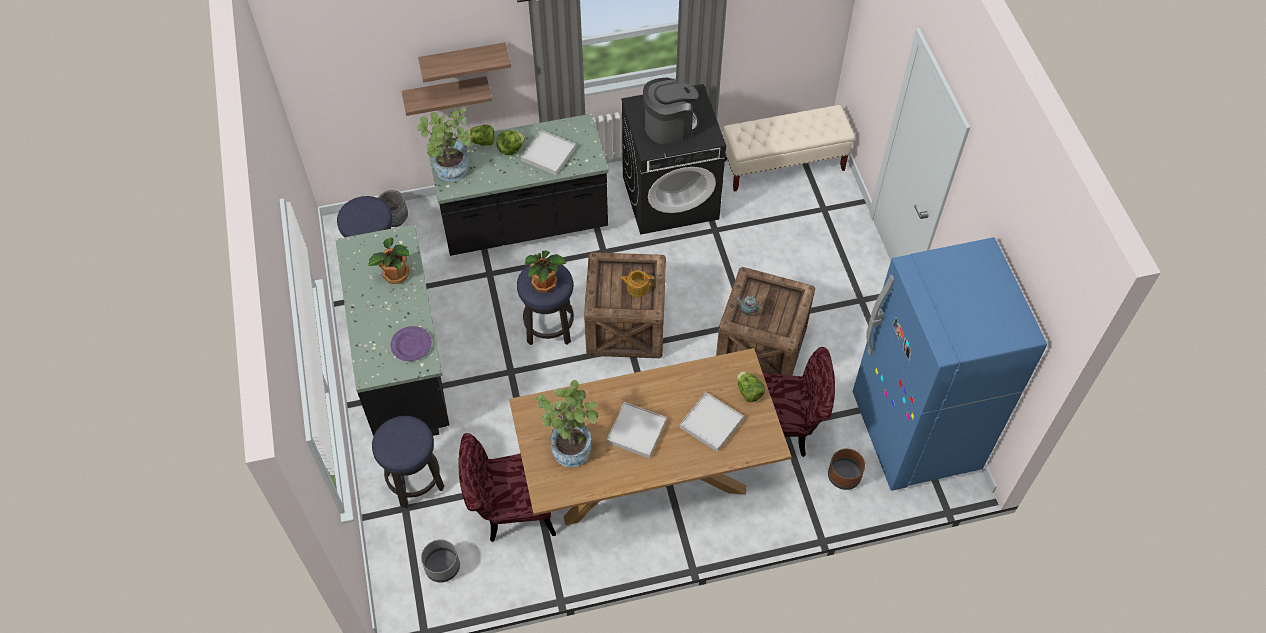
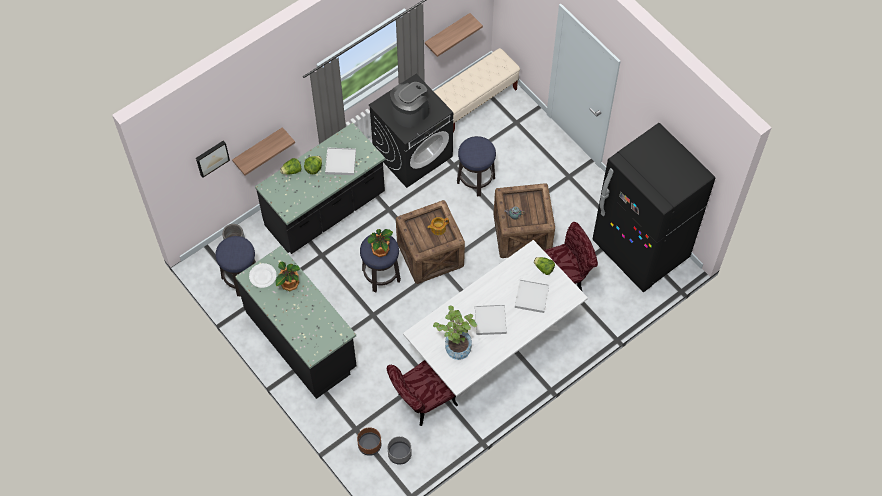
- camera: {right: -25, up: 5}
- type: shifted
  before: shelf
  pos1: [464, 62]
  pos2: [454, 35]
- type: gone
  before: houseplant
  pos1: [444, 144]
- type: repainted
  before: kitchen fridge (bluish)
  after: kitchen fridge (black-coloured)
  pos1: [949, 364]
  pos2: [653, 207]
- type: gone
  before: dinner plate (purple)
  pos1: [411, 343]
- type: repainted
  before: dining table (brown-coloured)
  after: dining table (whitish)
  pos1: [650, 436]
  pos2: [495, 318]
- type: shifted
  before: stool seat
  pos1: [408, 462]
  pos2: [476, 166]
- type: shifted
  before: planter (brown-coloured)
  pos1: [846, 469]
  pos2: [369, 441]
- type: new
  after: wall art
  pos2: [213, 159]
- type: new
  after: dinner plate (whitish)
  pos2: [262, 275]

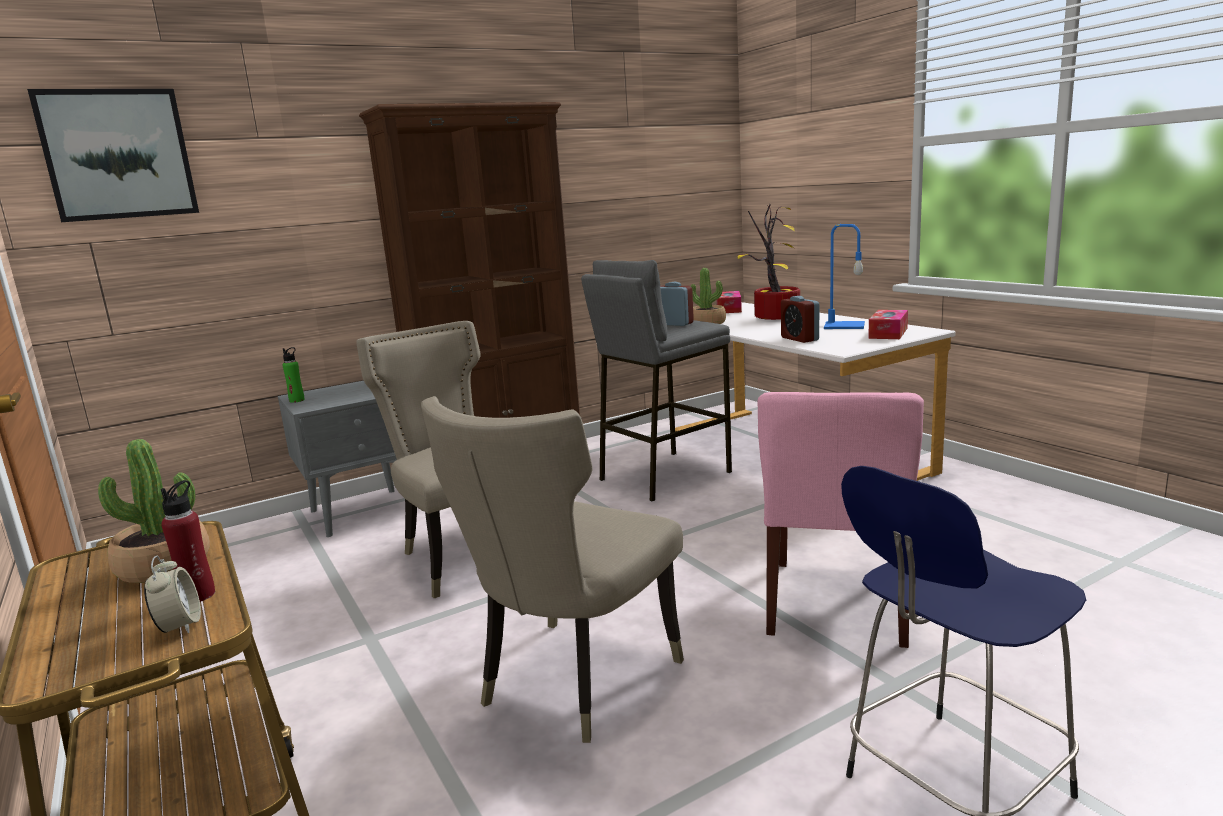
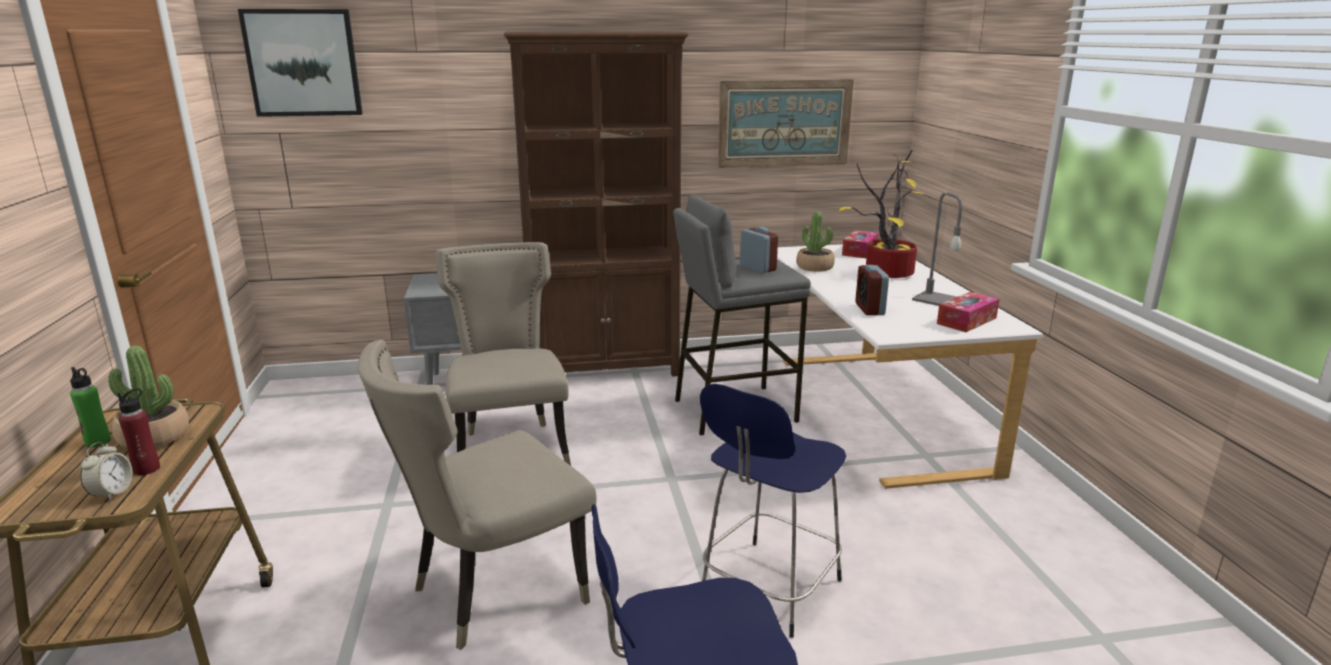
- camera: {right: 20, up: 5}
- type: repainted
  before: tabletop lamp (bluish)
  after: tabletop lamp (grey)
  pos1: [844, 276]
  pos2: [937, 249]
- type: shifted
  before: drink bottle (greenish)
  pos1: [294, 375]
  pos2: [90, 407]
- type: swapped
  before: upright chair (pinkish)
  after: stool seat (bluish)
  pos1: [840, 520]
  pos2: [773, 511]
- type: new
  after: wall art
  pos2: [786, 123]

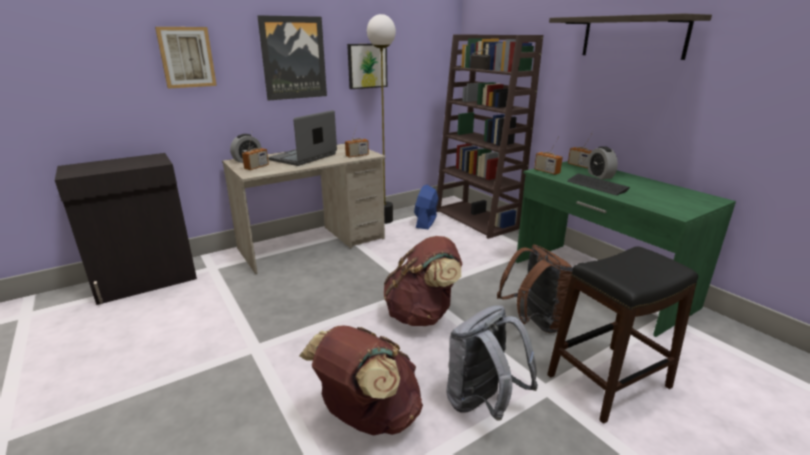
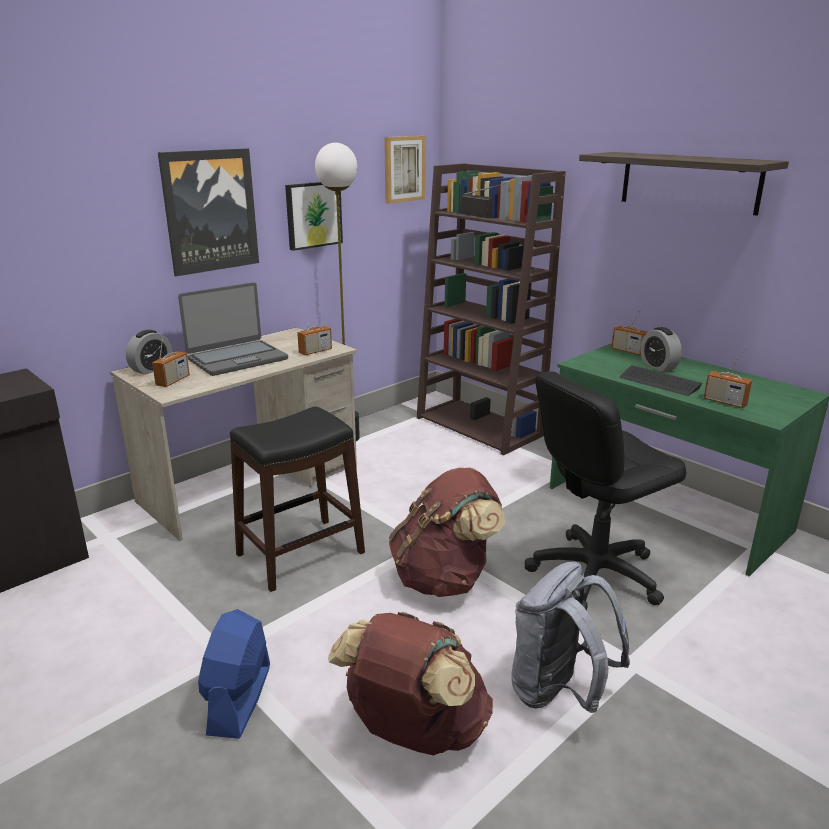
- camera: {right: -10, up: 0}
- type: shifted
  before: wall art
  pos1: [186, 58]
  pos2: [404, 170]
- type: rotated
  before: portable computer
  pos1: [302, 138]
  pos2: [233, 329]
  turn: -150
- type: shifted
  before: radio
  pos1: [548, 155]
  pos2: [728, 378]
- type: shifted
  before: cooling fan (bluish)
  pos1: [426, 207]
  pos2: [234, 674]
- type: swapped
  before: knapsack (brown-coloured)
  after: computer chair (black-coloured)
  pos1: [535, 288]
  pos2: [605, 490]
- type: shifted
  before: stool seat (black-coloured)
  pos1: [622, 335]
  pos2: [297, 499]

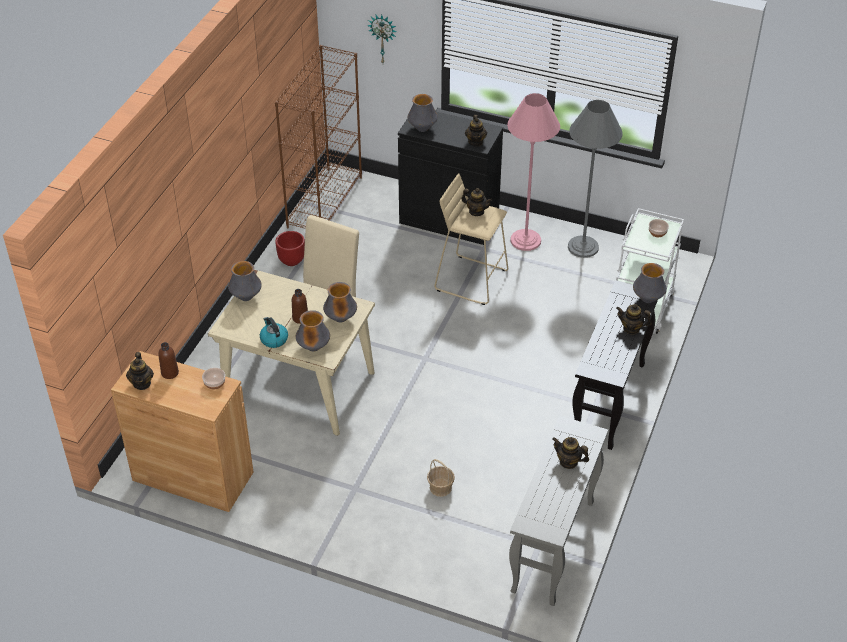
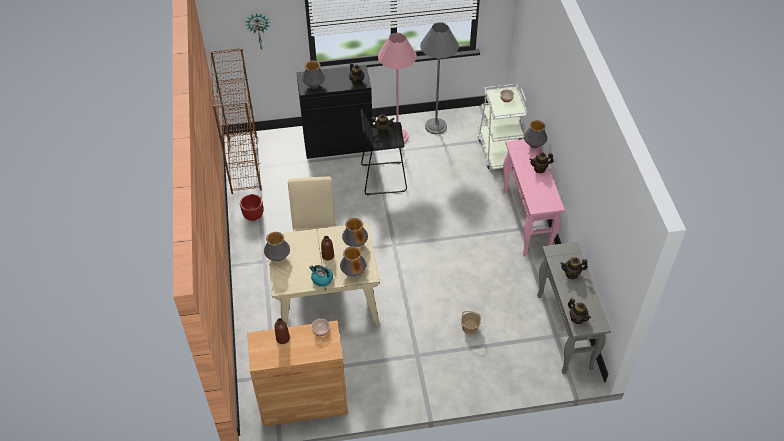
- camera: {right: -30, up: 5}
- type: repainted
  before: stool seat (beige)
  after: stool seat (black-coloured)
  pos1: [471, 239]
  pos2: [384, 152]
- type: repainted
  before: narrow table (black-coloured)
  after: narrow table (pinkish)
  pos1: [615, 365]
  pos2: [534, 197]
- type: shifted
  before: pot for tea
  pos1: [140, 371]
  pos2: [579, 311]

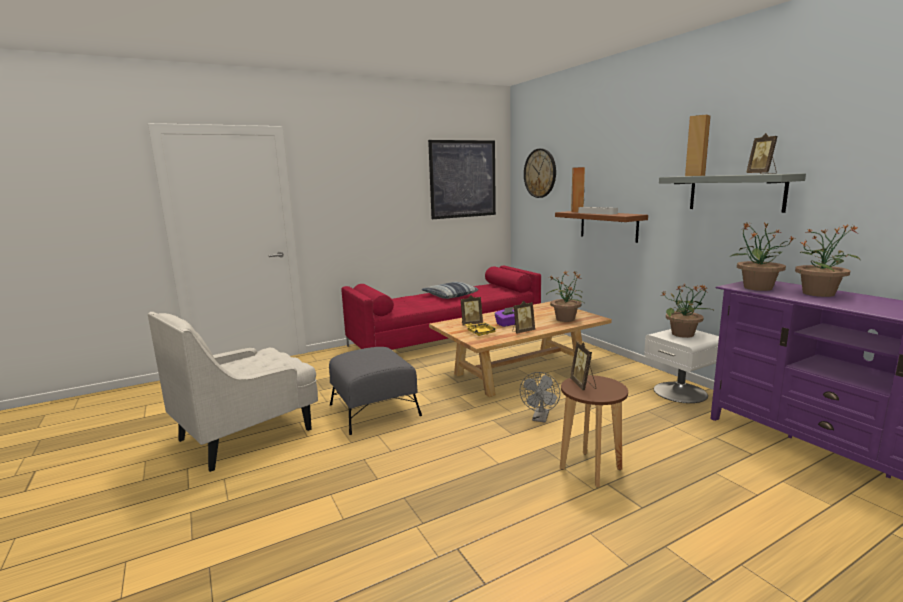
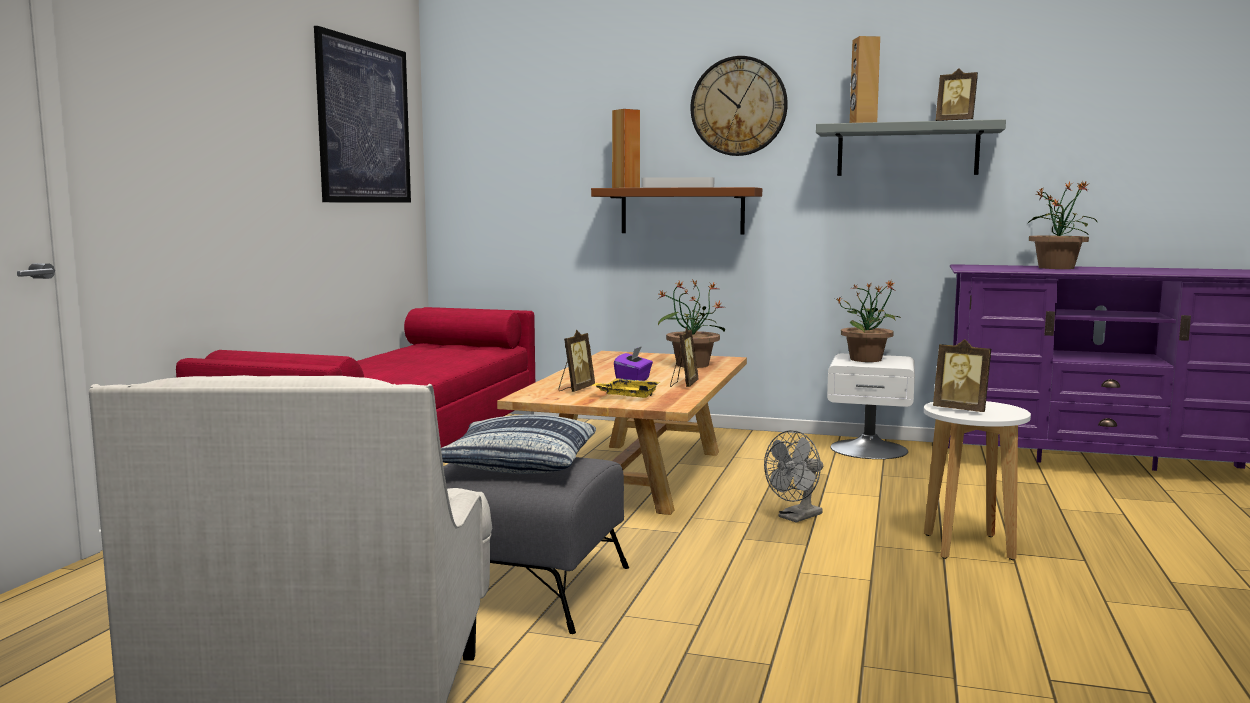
- camera: {right: -45, up: -5}
- type: shifted
  before: hanging clock
  pos1: [540, 173]
  pos2: [739, 106]
- type: gone
  before: houseplant
  pos1: [763, 256]
- type: shifted
  before: cushion
  pos1: [450, 290]
  pos2: [518, 444]
- type: rotated
  before: cooling fan (grey)
  pos1: [540, 397]
  pos2: [793, 476]
  turn: 75
- type: repainted
  before: stool seat (brown-coloured)
  after: stool seat (whitish)
  pos1: [594, 431]
  pos2: [977, 480]

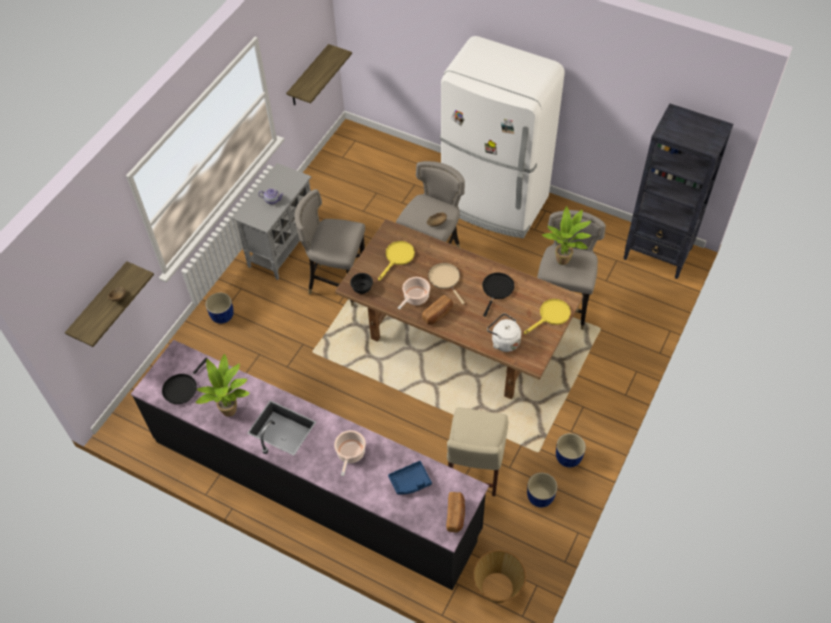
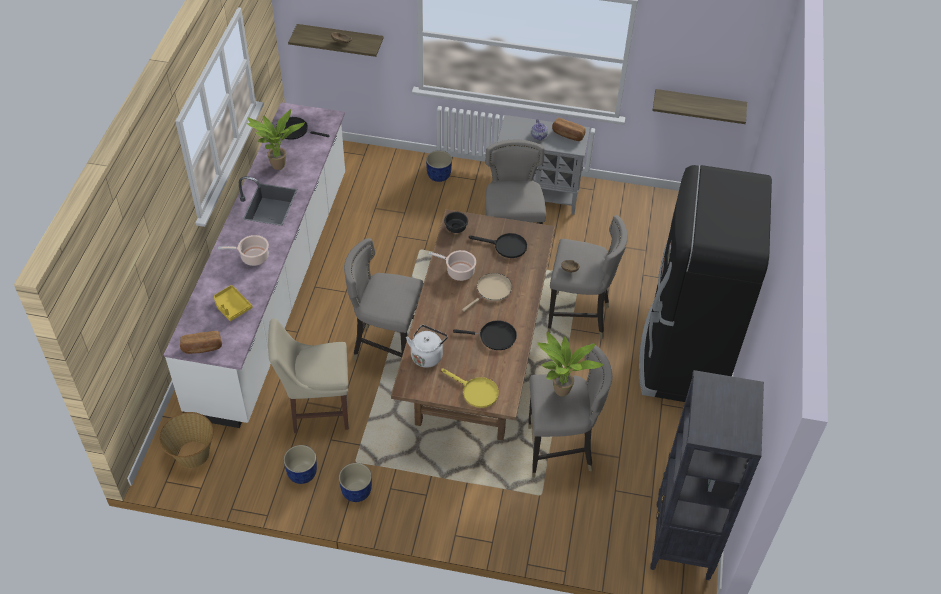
- camera: {right: 70, up: -5}
- type: repainted
  before: kitchen fridge (whitish)
  after: kitchen fridge (black-coloured)
  pos1: [502, 137]
  pos2: [705, 283]
- type: repainted
  before: skillet (yellow-coloured)
  after: skillet (black-coloured)
  pos1: [396, 261]
  pos2: [498, 245]
- type: shifted
  before: bread
  pos1: [437, 309]
  pos2: [569, 129]
- type: repainted
  before: counter (black-coloured)
  after: counter (whitish)
  pos1: [310, 465]
  pos2: [254, 265]
- type: repainted
  before: tray (bluish)
  after: tray (yellow-coloured)
  pos1: [410, 477]
  pos2: [233, 303]
- type: new
  after: stool seat (grey)
  pos2: [384, 299]

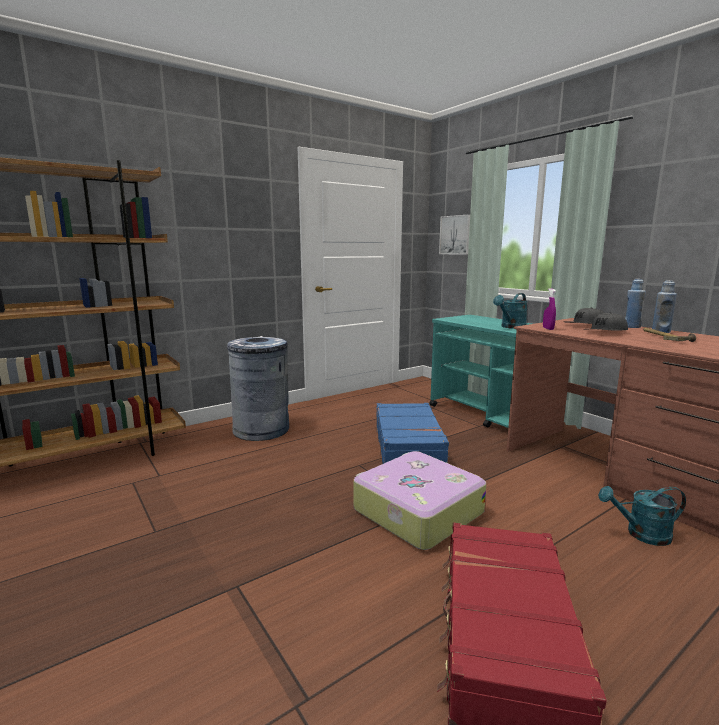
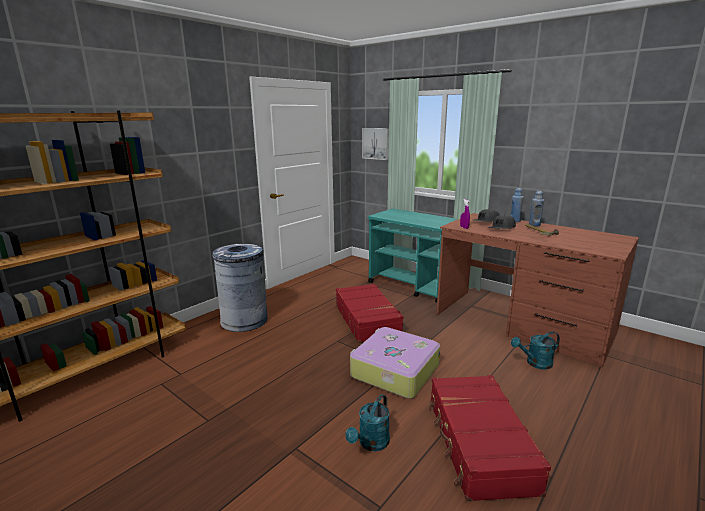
- camera: {right: -15, up: 5}
- type: shifted
  before: watering pot (turquoise)
  pos1: [510, 311]
  pos2: [367, 422]
- type: repainted
  before: travel case (bluish)
  after: travel case (red)
  pos1: [413, 433]
  pos2: [370, 313]

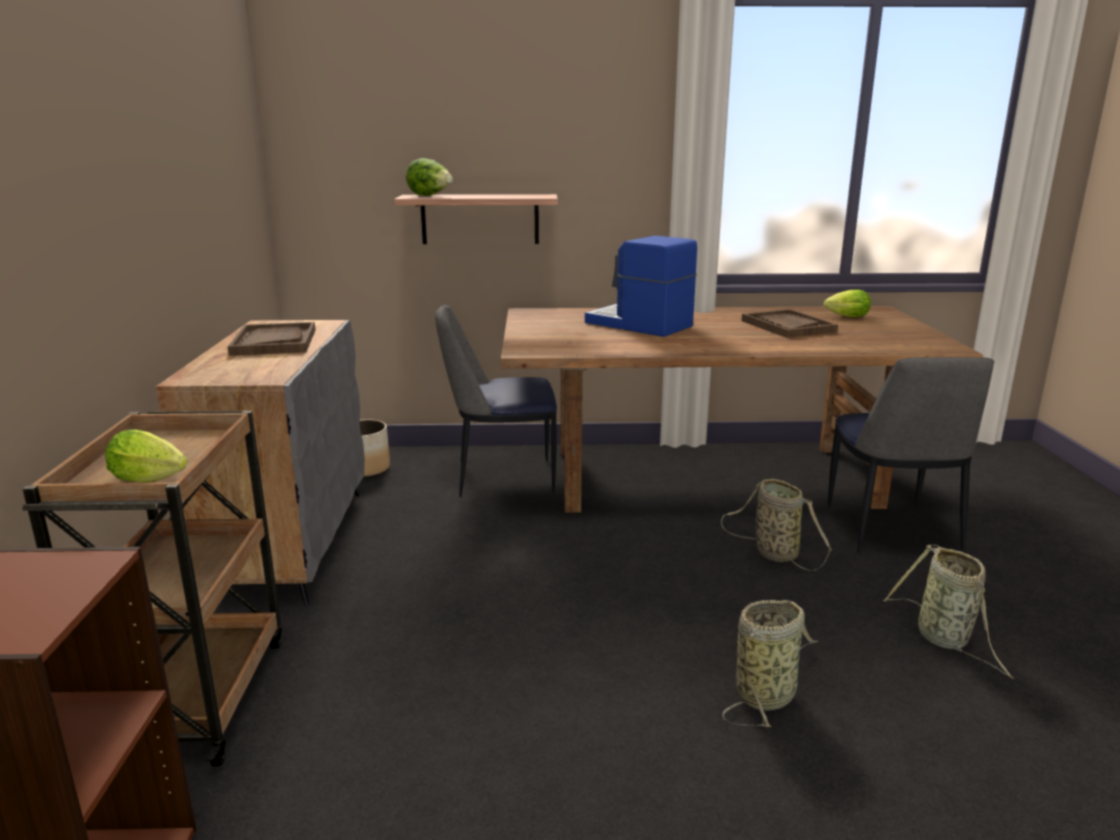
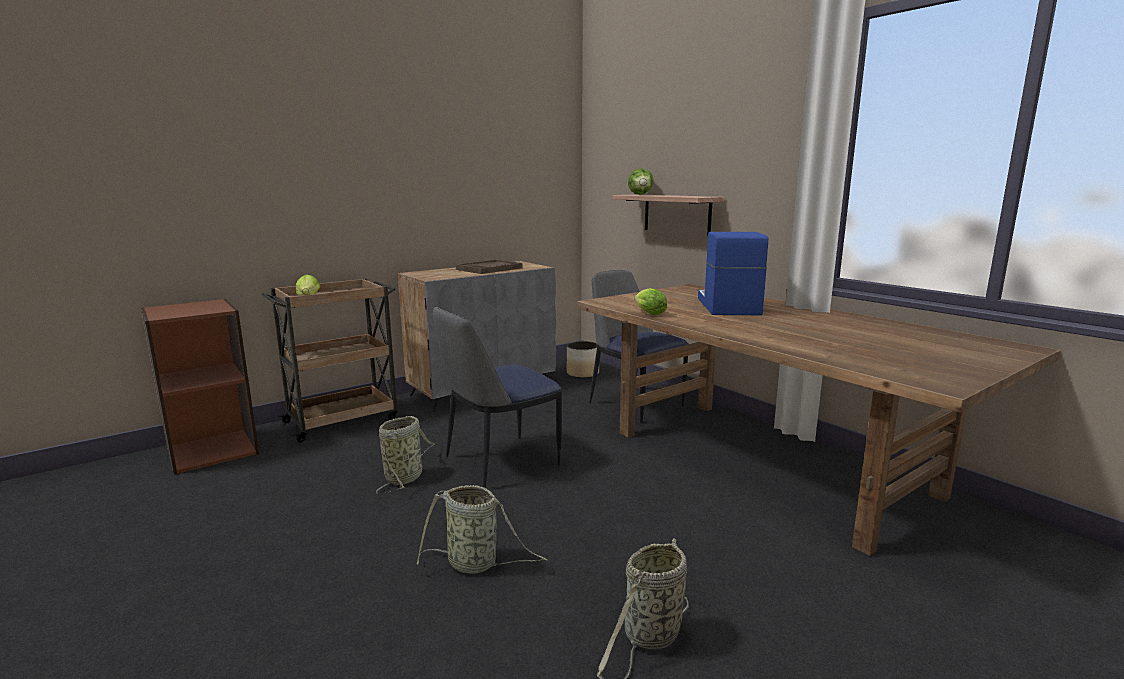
- camera: {right: 55, up: -5}
- type: shifted
  before: lettuce
  pos1: [847, 303]
  pos2: [651, 302]
- type: gone
  before: tray (brown-coloured)
  pos1: [790, 323]
- type: shifted
  before: upright chair
  pos1: [911, 455]
  pos2: [497, 397]
- type: shifted
  before: storage basket
  pos1: [776, 525]
  pos2: [405, 455]

